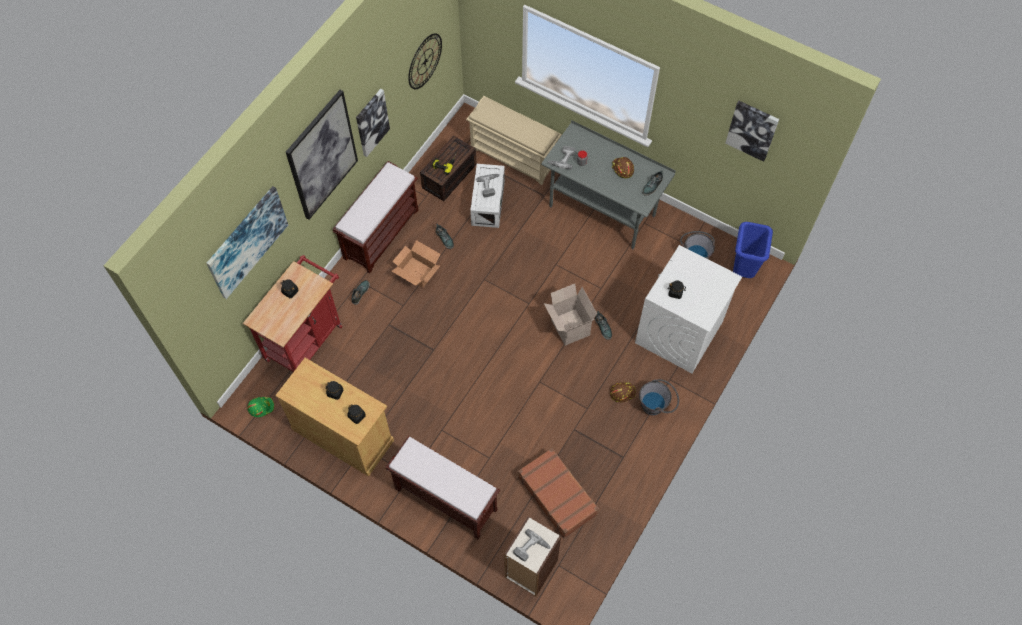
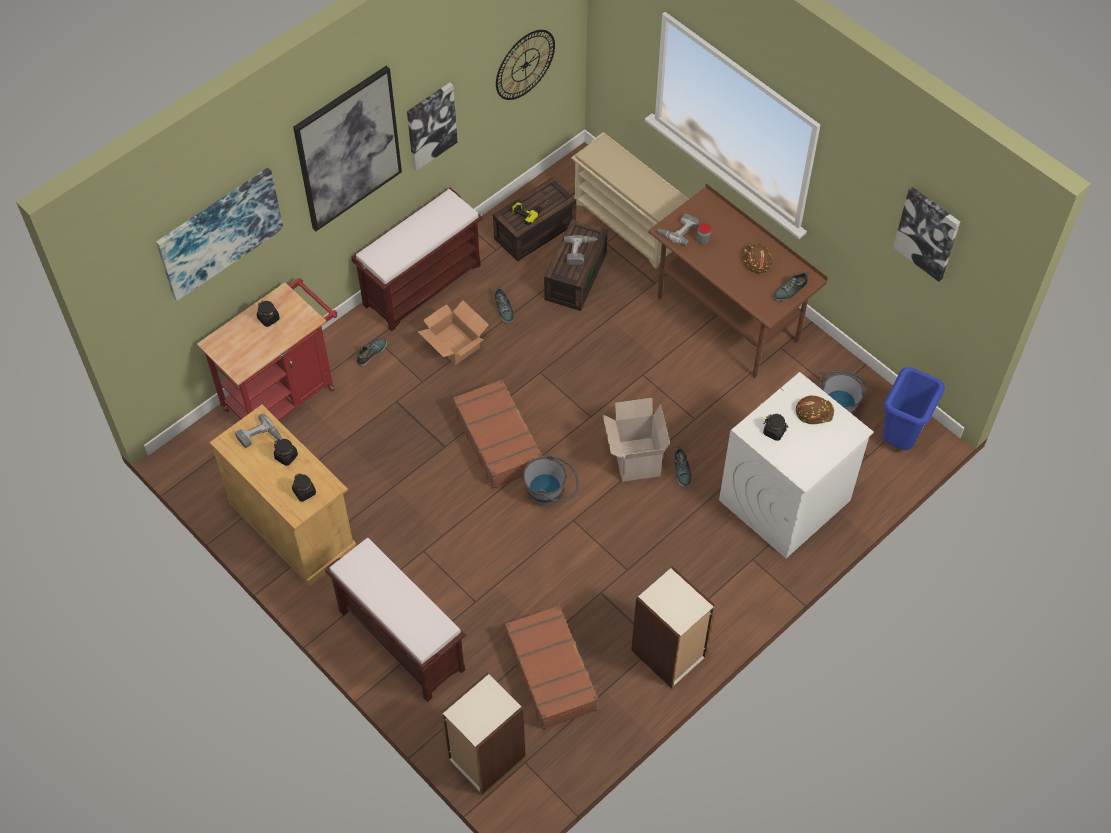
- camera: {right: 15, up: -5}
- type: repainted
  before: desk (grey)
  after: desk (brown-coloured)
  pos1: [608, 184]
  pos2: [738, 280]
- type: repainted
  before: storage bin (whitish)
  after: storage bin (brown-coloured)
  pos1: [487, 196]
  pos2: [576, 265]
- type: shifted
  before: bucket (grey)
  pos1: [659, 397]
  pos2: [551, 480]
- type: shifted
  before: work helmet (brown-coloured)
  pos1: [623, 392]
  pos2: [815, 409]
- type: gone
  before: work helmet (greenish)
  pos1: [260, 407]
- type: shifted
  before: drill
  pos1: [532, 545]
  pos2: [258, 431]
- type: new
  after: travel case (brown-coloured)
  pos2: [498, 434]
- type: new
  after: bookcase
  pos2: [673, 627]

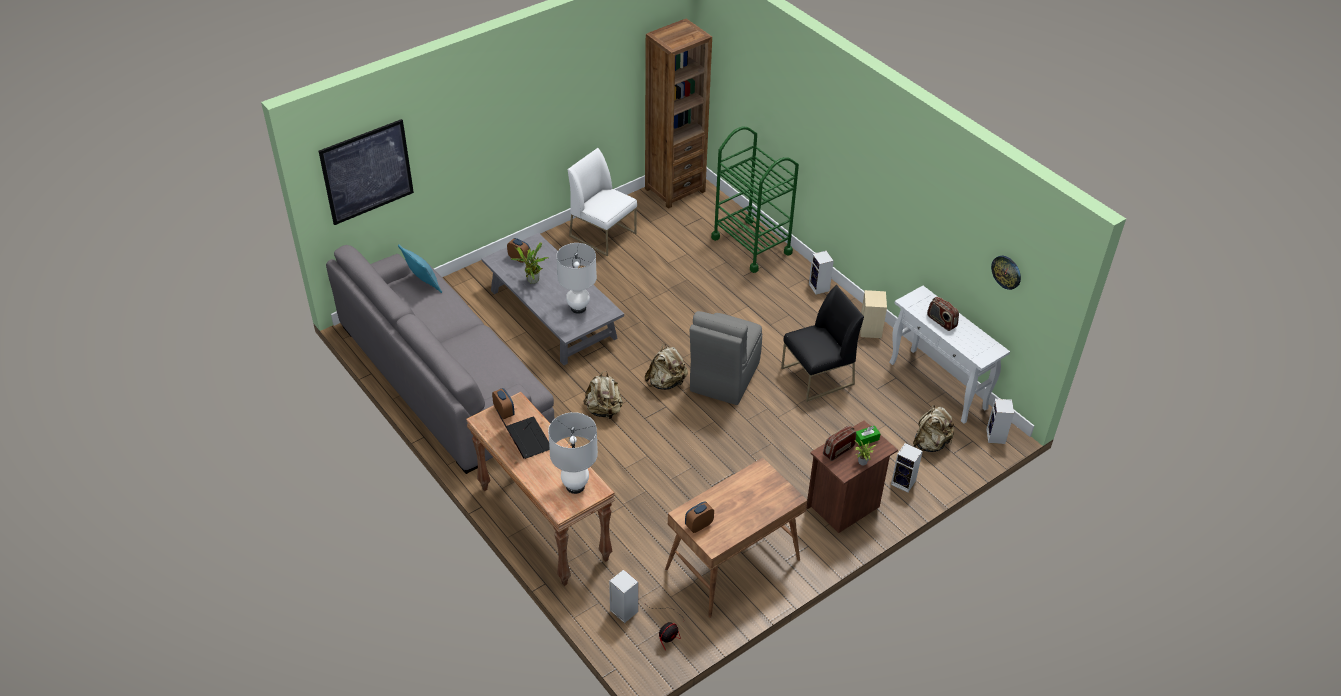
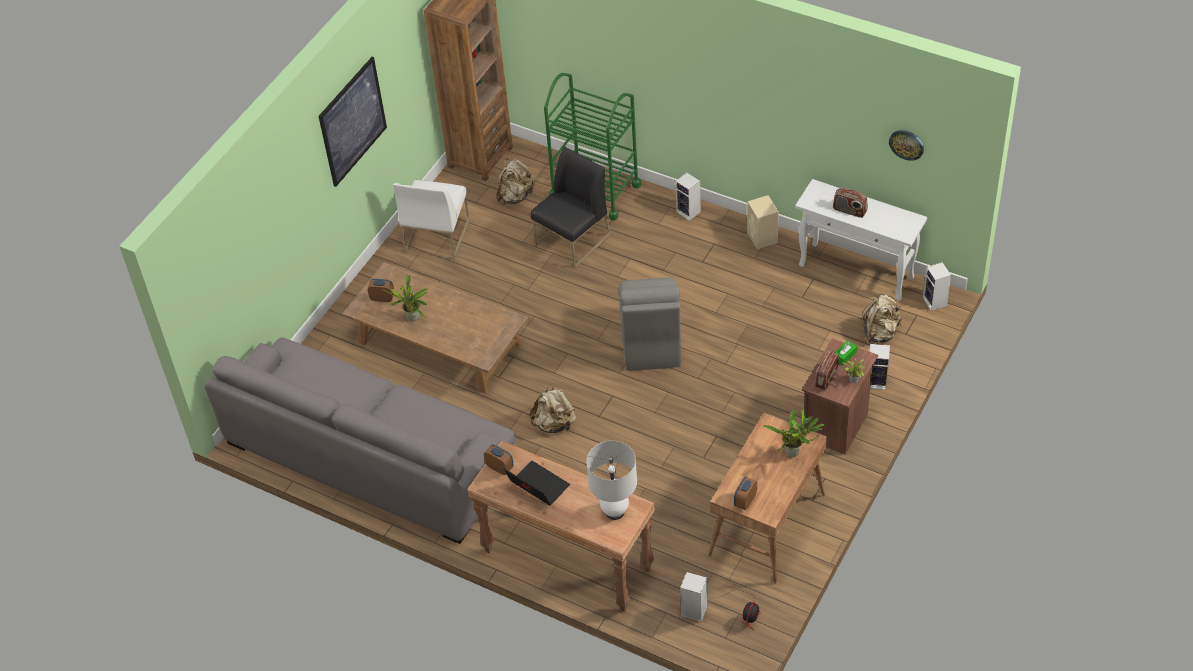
- camera: {right: -20, up: 5}
- type: shifted
  before: wall art
  pos1: [366, 172]
  pos2: [352, 122]
- type: rotated
  before: upright chair (whitish)
  pos1: [602, 202]
  pos2: [431, 220]
  turn: -90
- type: repainted
  before: coffee table (grey)
  after: coffee table (brown-coloured)
  pos1: [552, 299]
  pos2: [435, 328]
- type: gone
  before: tabletop lamp (whitish)
  pos1: [576, 278]
- type: gone
  before: cushion (turquoise)
  pos1: [420, 268]
- type: shifted
  before: upright chair (black-coloured)
  pos1: [822, 343]
  pos2: [570, 207]
- type: shifted
  before: knapsack (beige)
  pos1: [666, 367]
  pos2: [515, 182]
- type: new
  after: houseplant
  pos2: [794, 433]

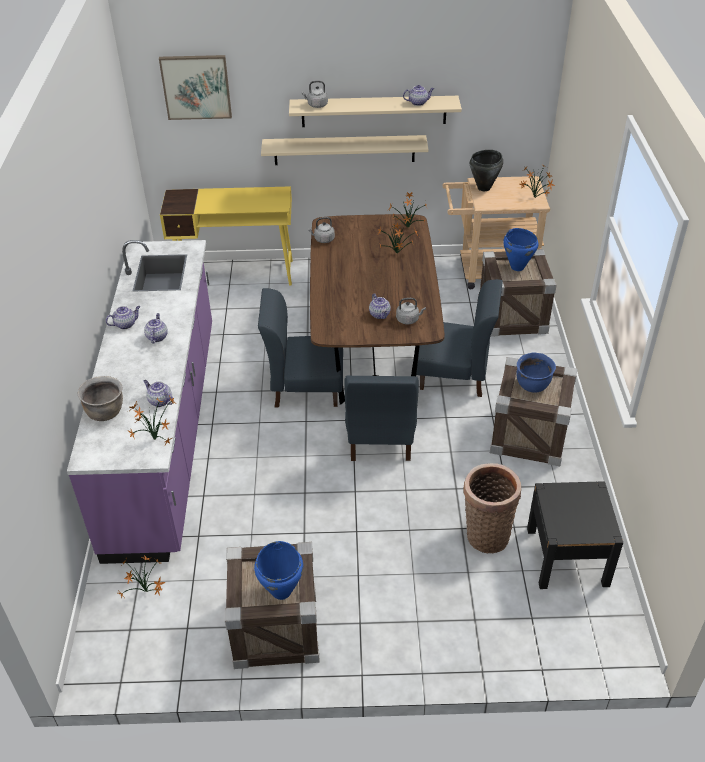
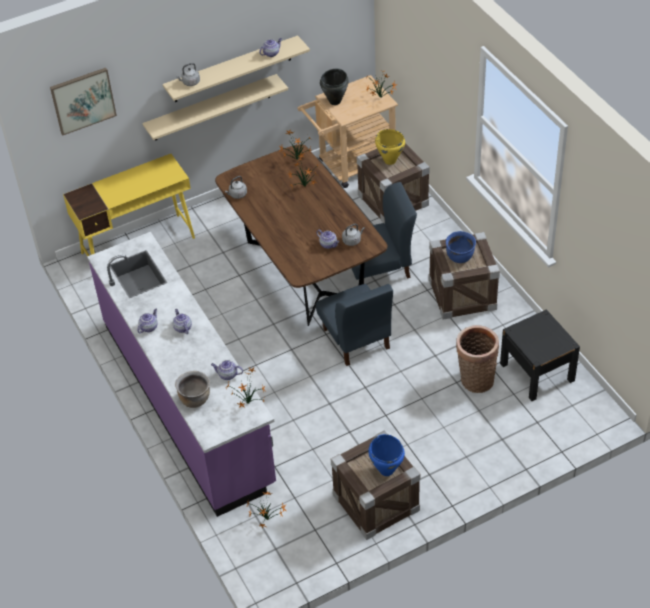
- camera: {right: -25, up: 5}
- type: repainted
  before: stockpot (bluish)
  after: stockpot (yellow-coloured)
  pos1: [520, 249]
  pos2: [390, 147]
- type: gone
  before: upright chair (bluish)
  pos1: [300, 347]

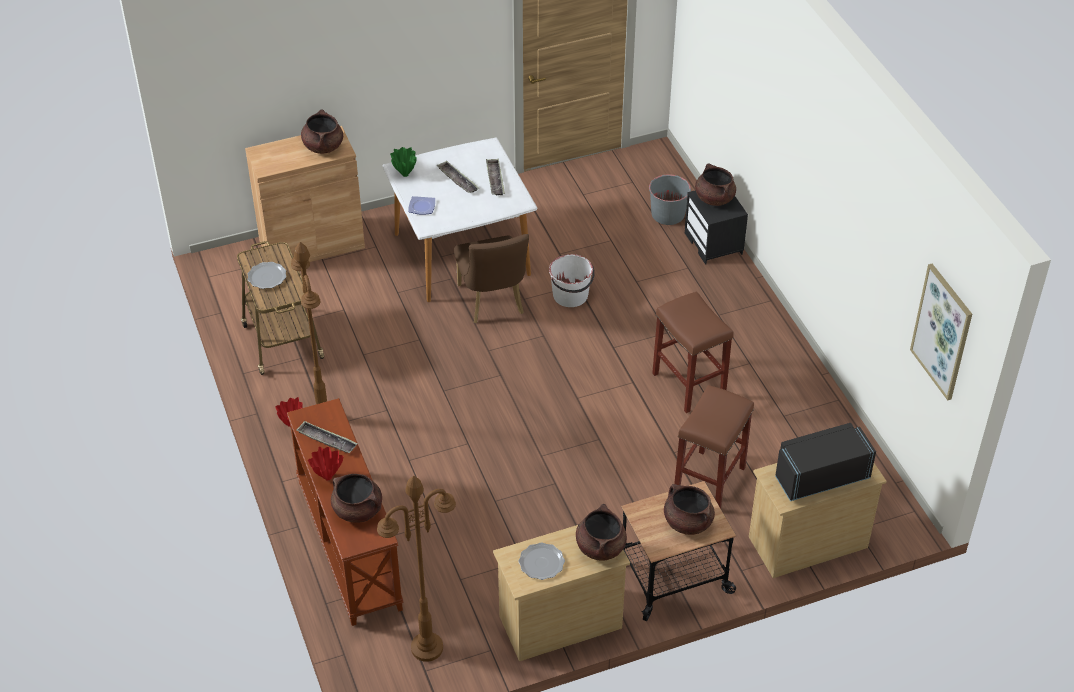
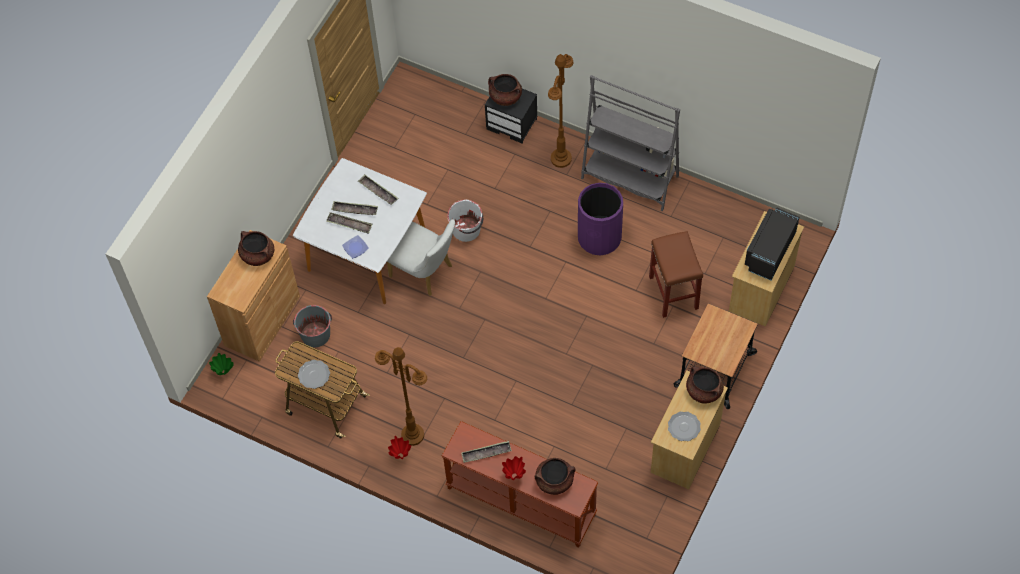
- camera: {right: -40, up: 15}
- type: shifted
  before: flower vase (greenish)
  pos1: [403, 162]
  pos2: [221, 364]
- type: shifted
  before: bucket (grey)
  pos1: [670, 199]
  pos2: [312, 326]
- type: repainted
  before: upright chair (brown-coloured)
  after: upright chair (whitish)
  pos1: [491, 278]
  pos2: [421, 257]
- type: gone
  before: wall art
  pos1: [941, 332]
- type: swapped
  before: stool seat (brown-coloured)
  after: trash can (purple)
  pos1: [693, 352]
  pos2: [600, 219]
- type: shifted
  before: floor lamp (brown-coloured)
  pos1: [416, 569]
  pos2: [560, 111]
- type: gone
  before: stockpot (brown-coloured)
  pos1: [689, 509]
- type: new
  after: bookcase (grey)
  pos2: [630, 143]
- type: new
  after: tray
  pos2: [349, 223]

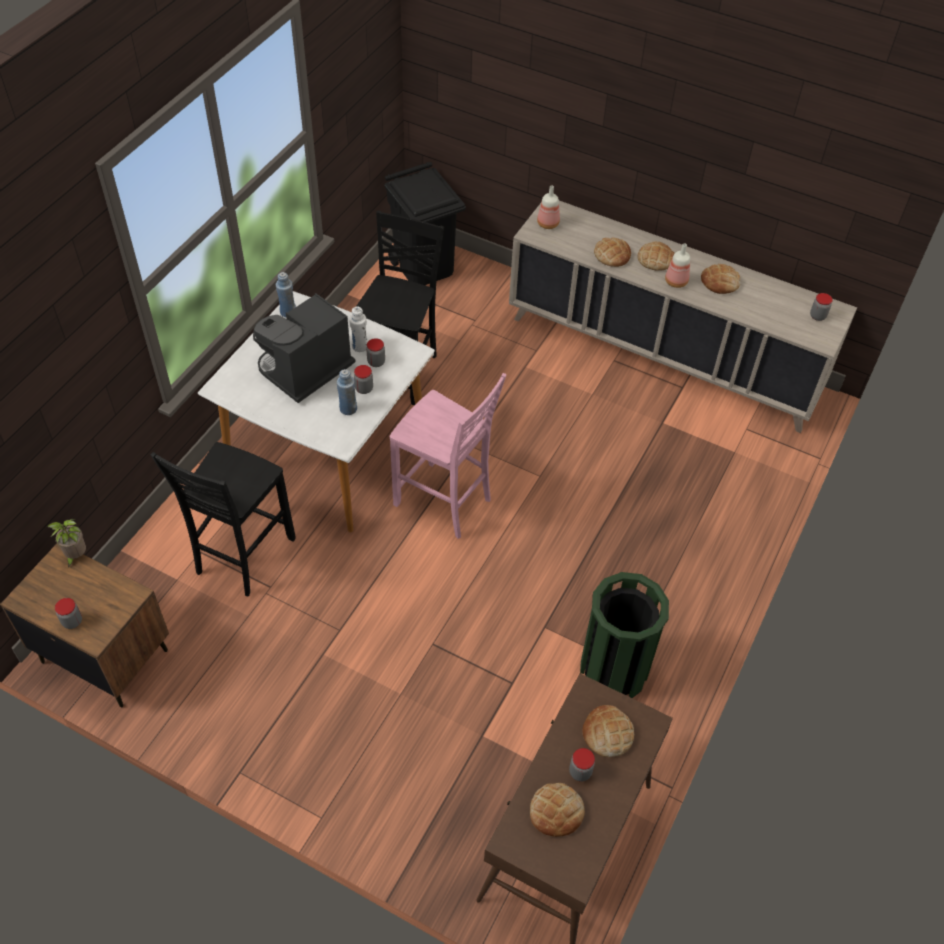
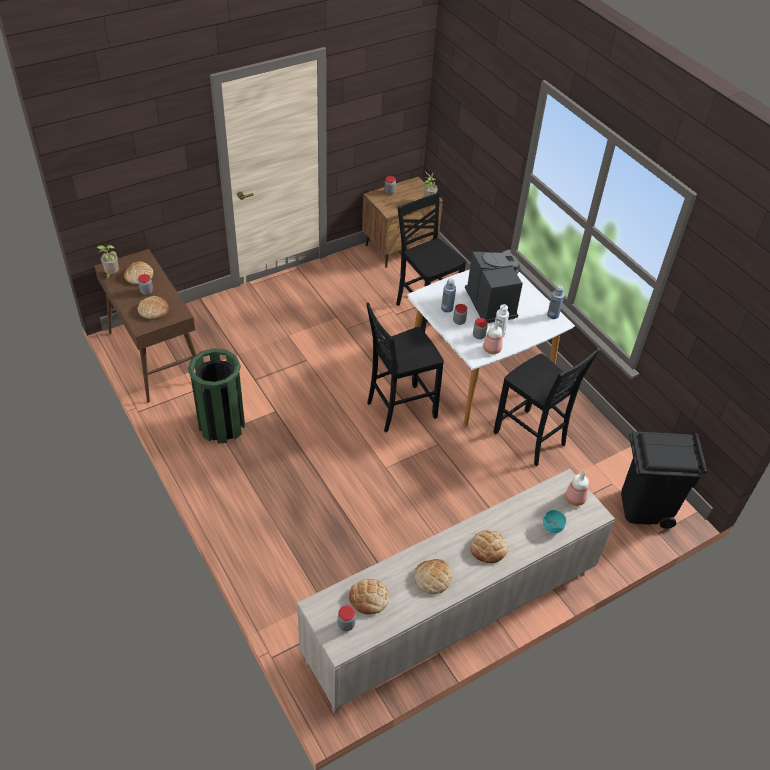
- camera: {right: 120, up: -5}
- type: shifted
  before: bread
  pos1: [612, 252]
  pos2: [369, 596]
- type: shifted
  before: drink bottle
  pos1: [677, 265]
  pos2: [492, 337]
- type: repainted
  before: upright chair (pinkish)
  after: upright chair (black-coloured)
  pos1: [448, 456]
  pos2: [405, 367]
- type: new
  after: houseplant
  pos2: [108, 262]
- type: new
  after: deep dish (turquoise)
  pos2: [554, 521]

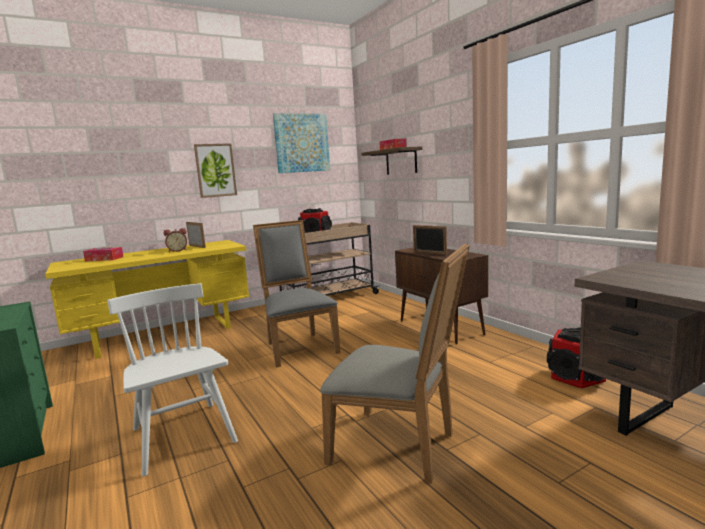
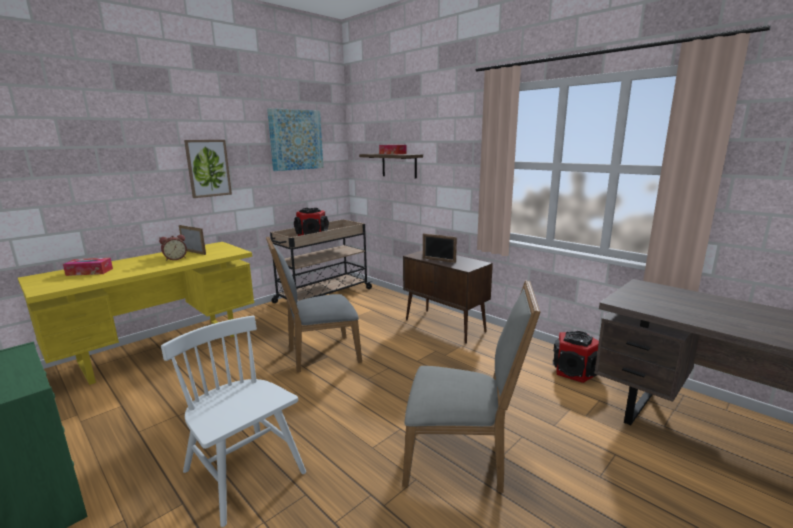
- camera: {right: -15, up: 5}
- type: rotated
  before: upright chair (grey)
  pos1: [296, 293]
  pos2: [314, 304]
  turn: -75

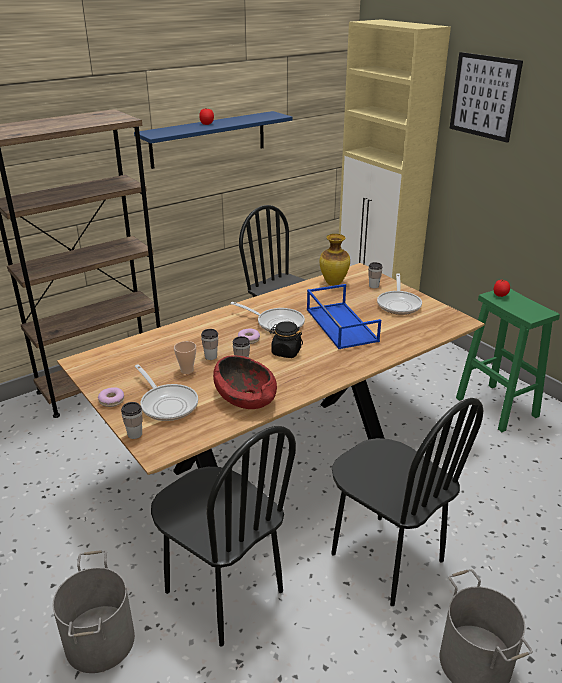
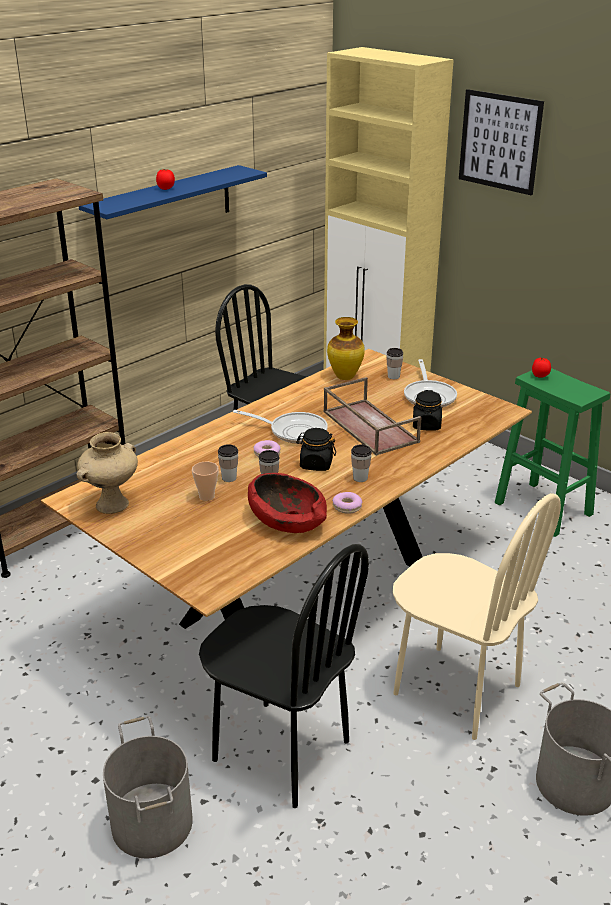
- camera: {right: -10, up: 0}
- type: repainted
  before: tray (bluish)
  after: tray (brown-coloured)
  pos1: [344, 316]
  pos2: [372, 416]
- type: gone
  before: skillet
  pos1: [166, 392]
- type: shifted
  before: doughnut
  pos1: [111, 397]
  pos2: [347, 503]
- type: repainted
  before: upright chair (black-coloured)
  after: upright chair (beige)
  pos1: [407, 502]
  pos2: [477, 616]
- type: shifted
  before: cup
  pos1: [131, 420]
  pos2: [361, 463]
- type: new
  after: storage jar (black-coloured)
  pos2: [427, 410]
- type: new
  after: flower vase (beige)
  pos2: [107, 473]

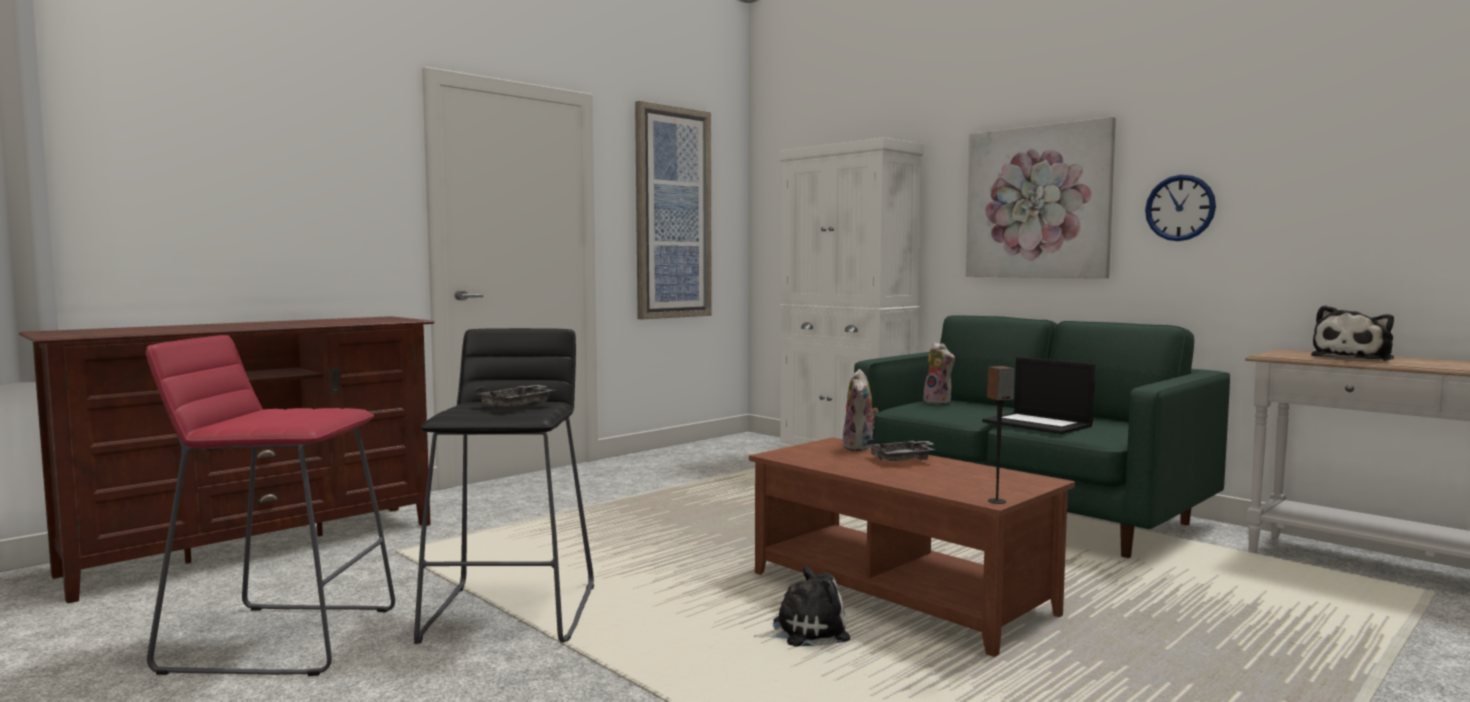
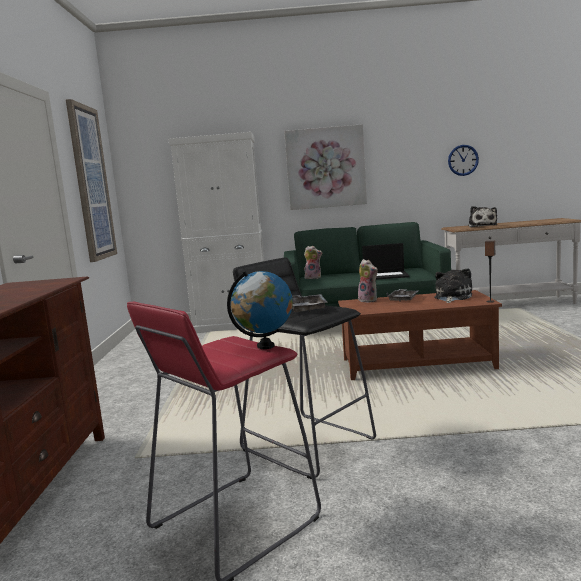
- camera: {right: -45, up: 5}
- type: shifted
  before: hanging clock
  pos1: [1180, 208]
  pos2: [463, 160]
- type: shifted
  before: cuddly toy
  pos1: [801, 606]
  pos2: [453, 285]
- type: new
  after: world globe
  pos2: [260, 310]

